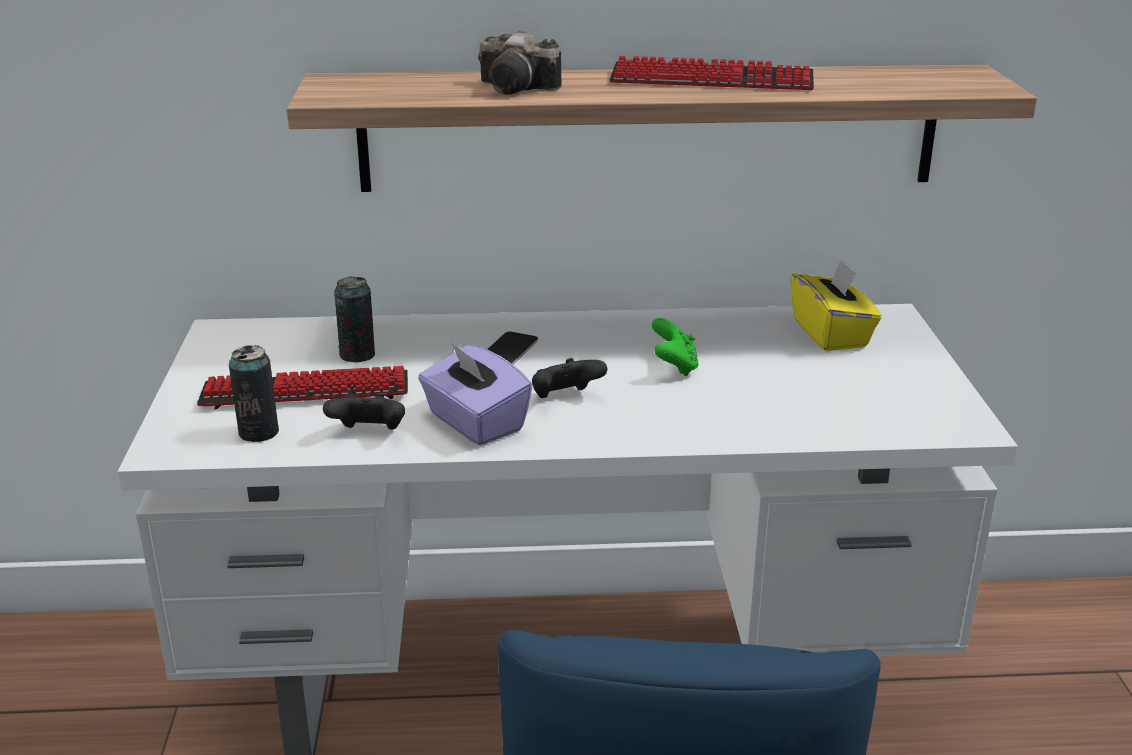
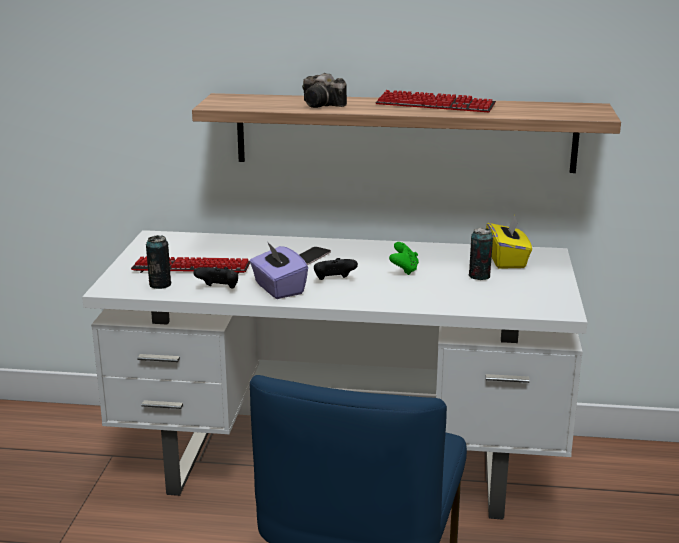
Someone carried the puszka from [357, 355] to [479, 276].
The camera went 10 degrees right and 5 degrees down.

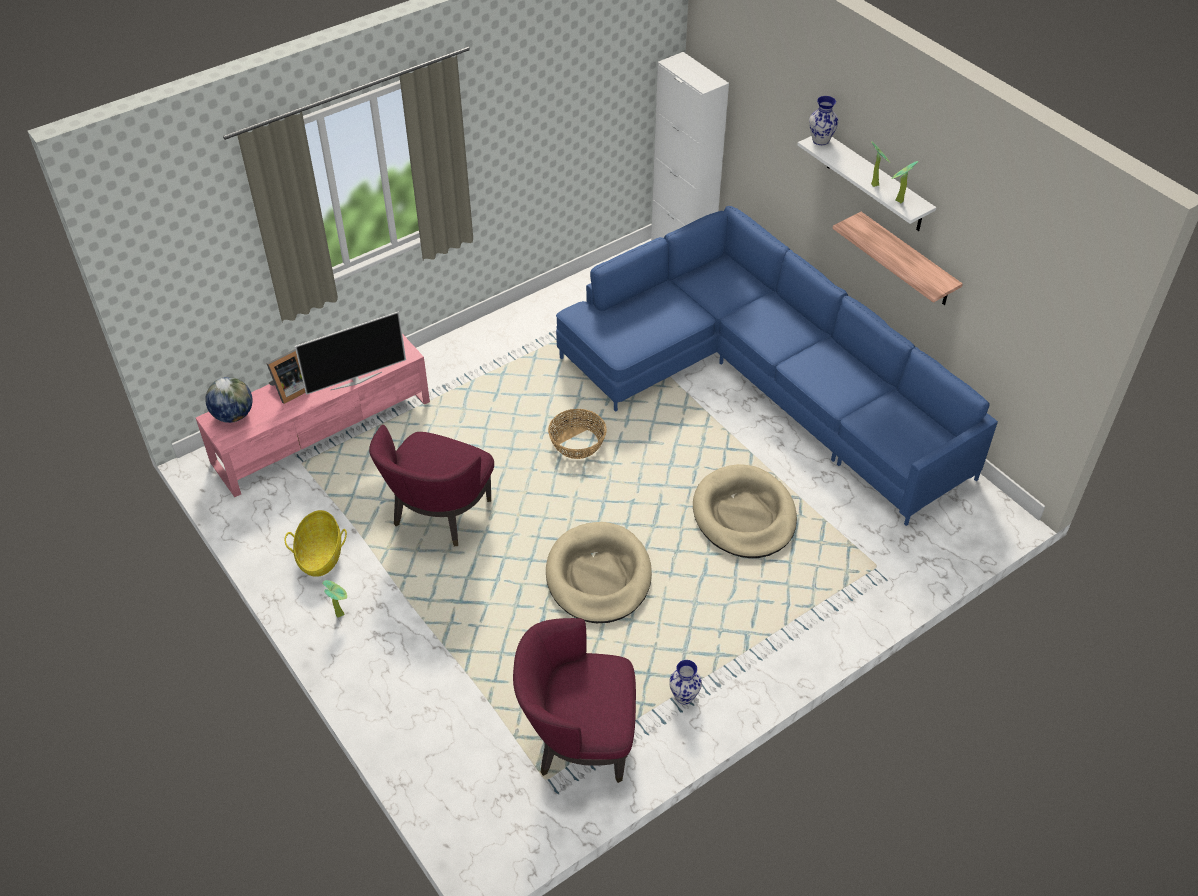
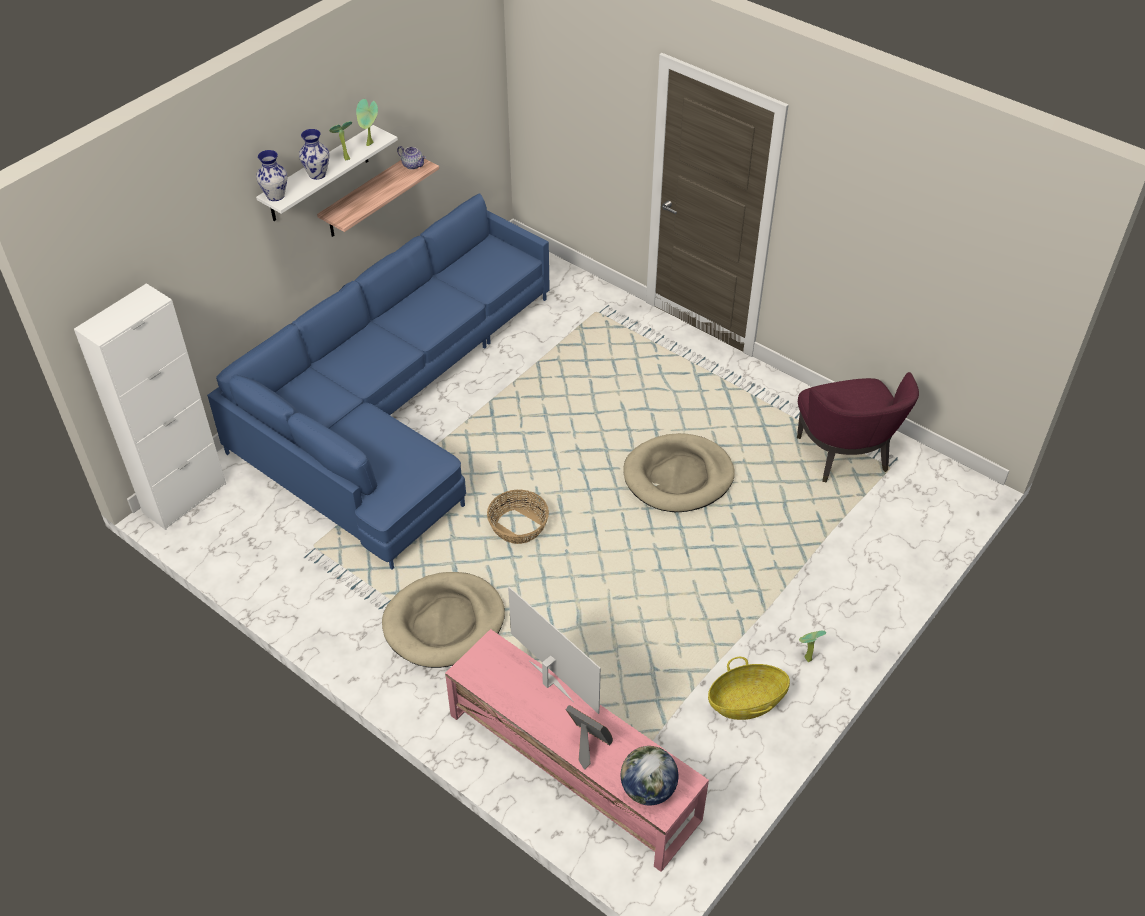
Someone took away the fotel/fioletowy at [439, 514].
Someone put down the imbryk at [413, 165].
Someone carried the wazon from [684, 696] to [317, 174].
Someone carried the legowisko/beżowy from [744, 515] to [444, 623].
The camera went 105 degrees left and 0 degrees up.

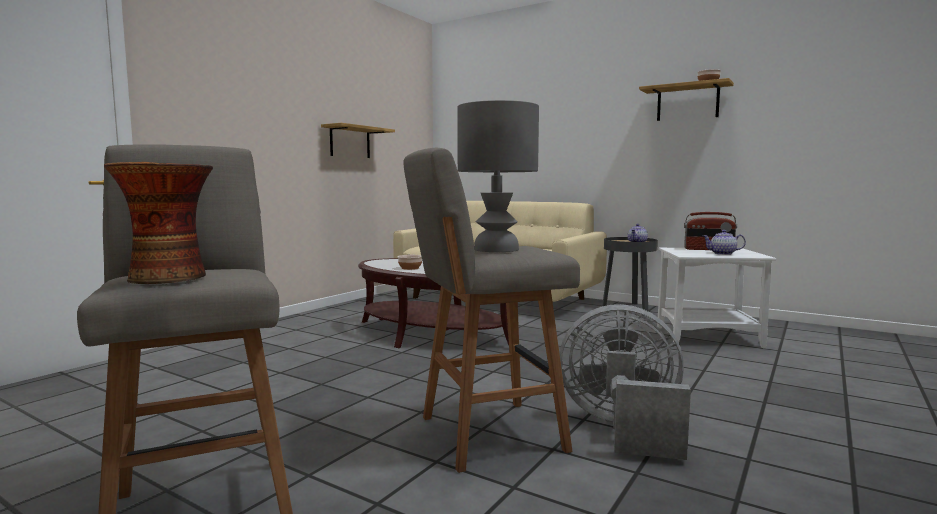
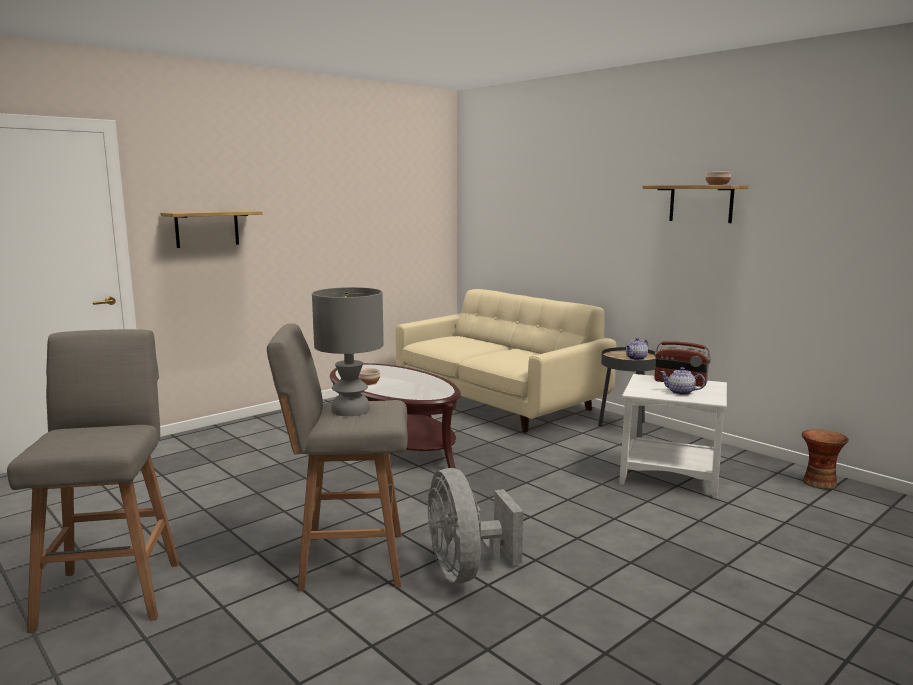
Someone carried the wazon from [168, 278] to [818, 482].
Someone carried the półka from [350, 142] to [207, 228].
Someone rotated the wentylator/szary at [622, 428] by 135 degrees counterclockwise.
The camera went 15 degrees right and 5 degrees up.

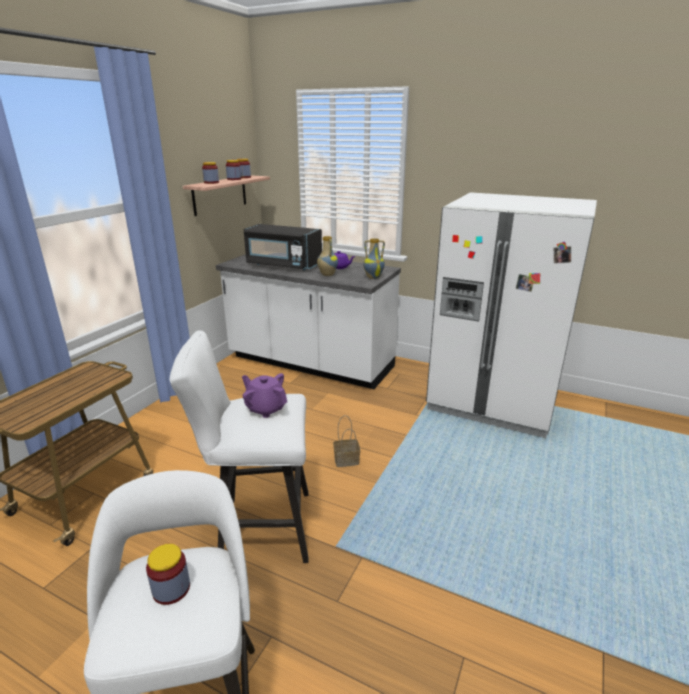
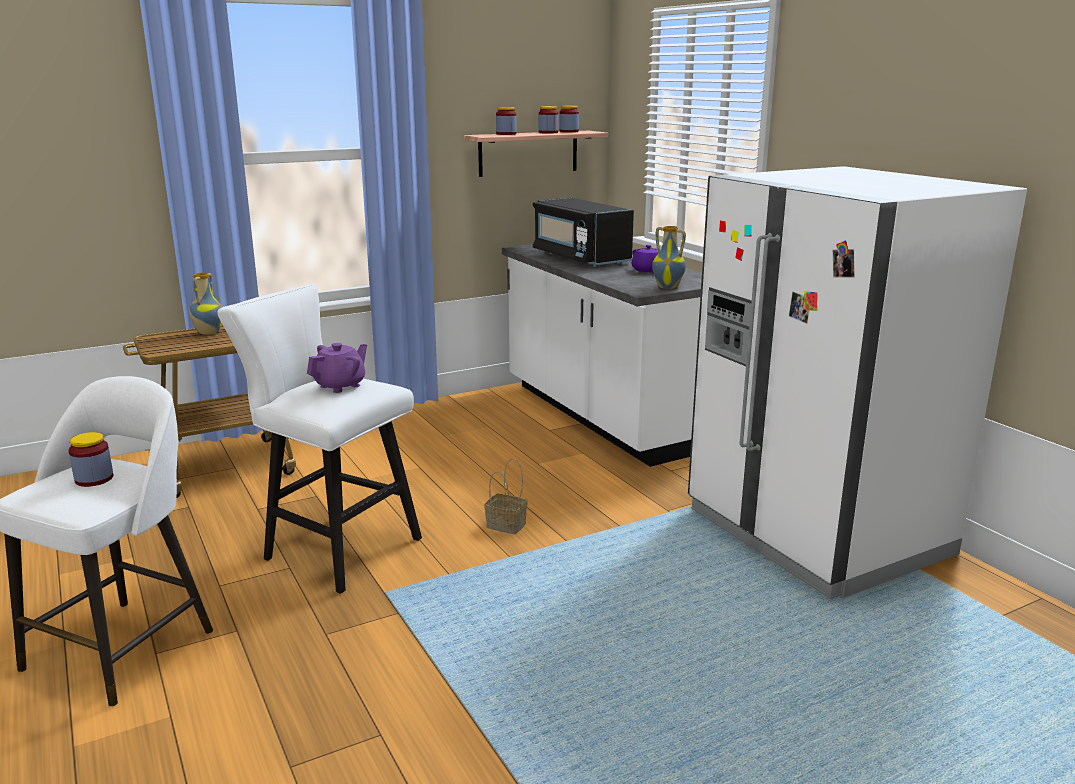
Someone carried the wazon from [327, 275] to [208, 333].
Someone rotated the imbryk/fioletowy at [265, 408] by 60 degrees clockwise.
The camera went 35 degrees right and 5 degrees down.

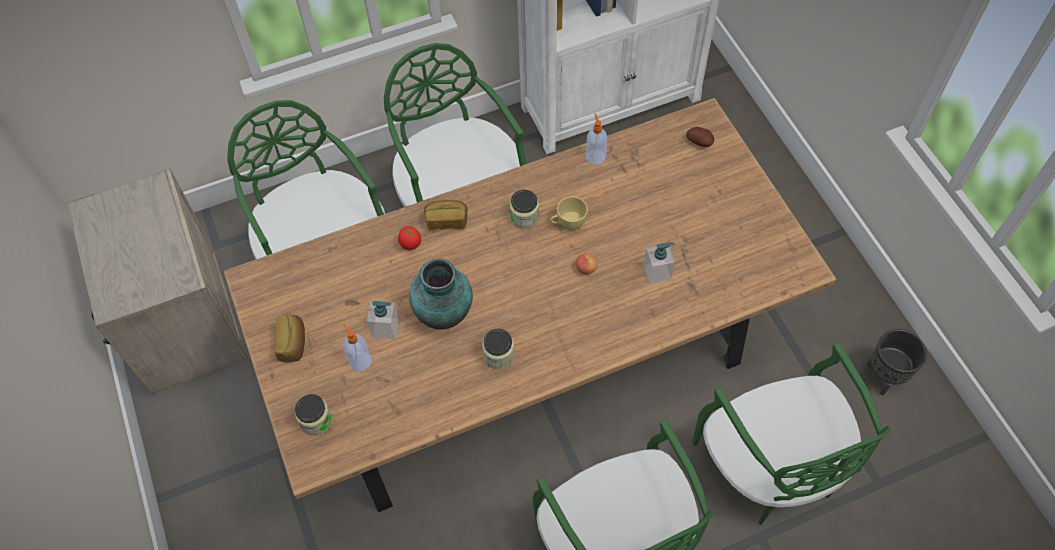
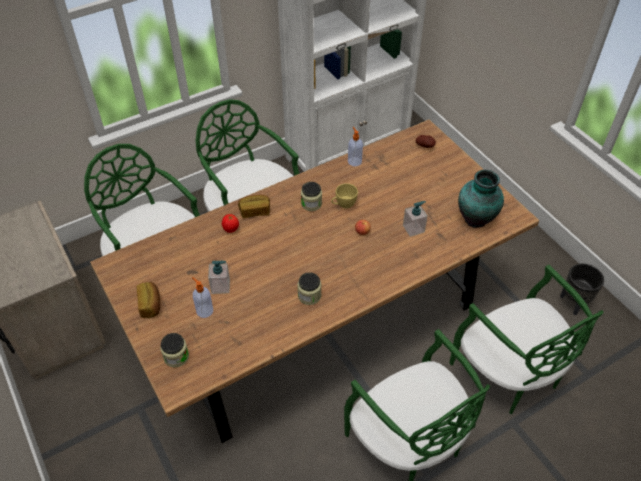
Someone carried the wazon from [445, 314] to [476, 218].
The camera went 10 degrees left and 10 degrees down.

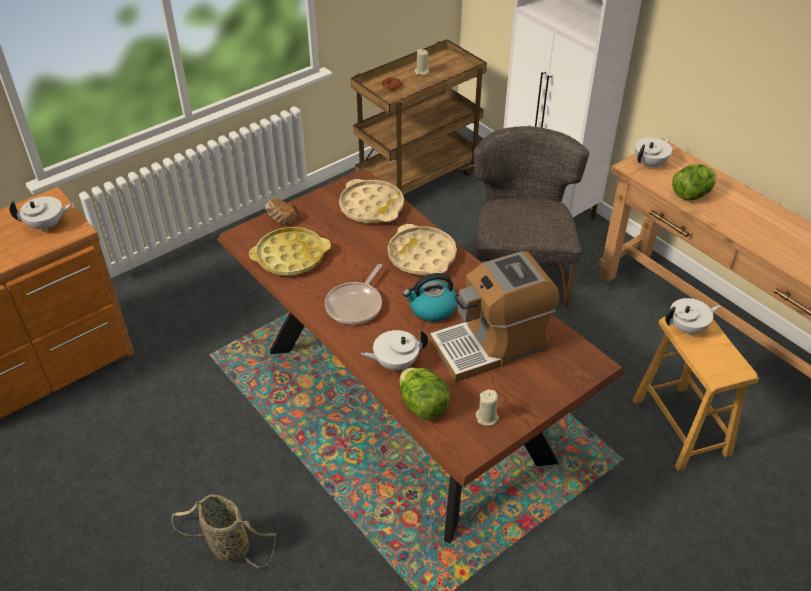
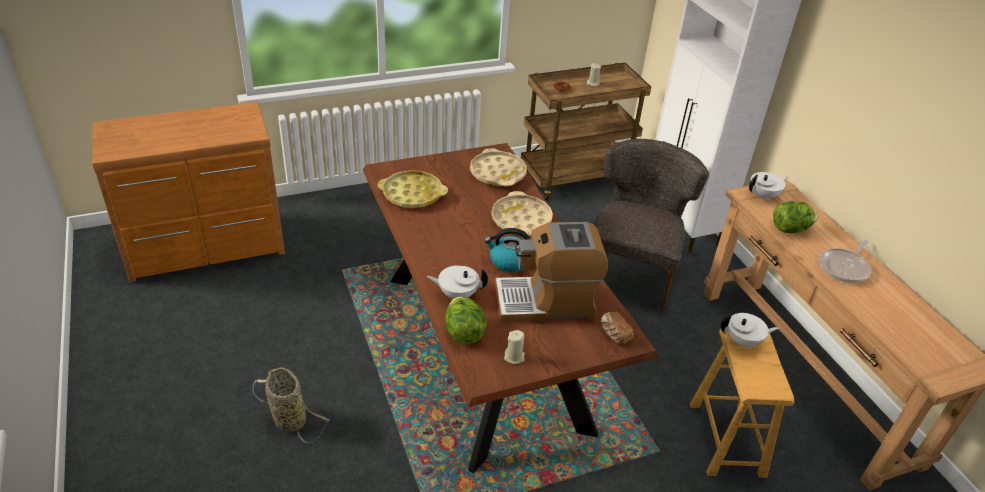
Someone took away the imbryk/biały at [47, 225].
Someone carried the chleb from [280, 218] to [614, 334].
Someone carried the patelnia from [356, 305] to [844, 267].
The camera went 15 degrees right and 5 degrees down.

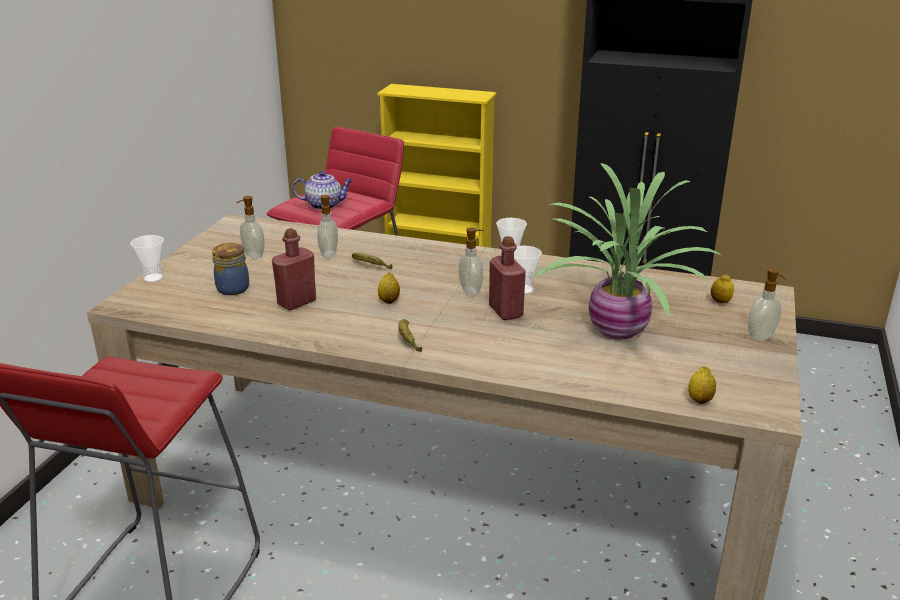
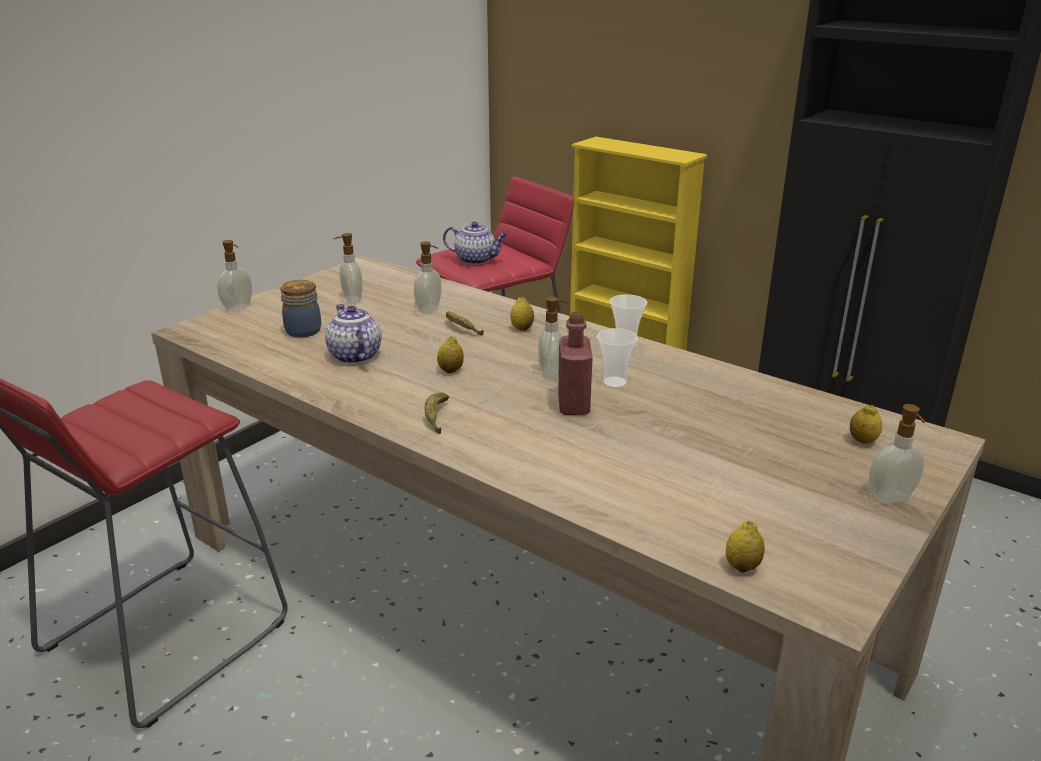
Someone took away the roślina doniczkowa at [617, 332].
Someone put down the cytryna at [522, 328].
Someone swapped the filiżanka at [153, 278] for the dozownik mydła at [239, 308].
Someone swapped the butelka/czerwony at [297, 302] for the imbryk at [354, 355].
The camera went 20 degrees right and 0 degrees up.

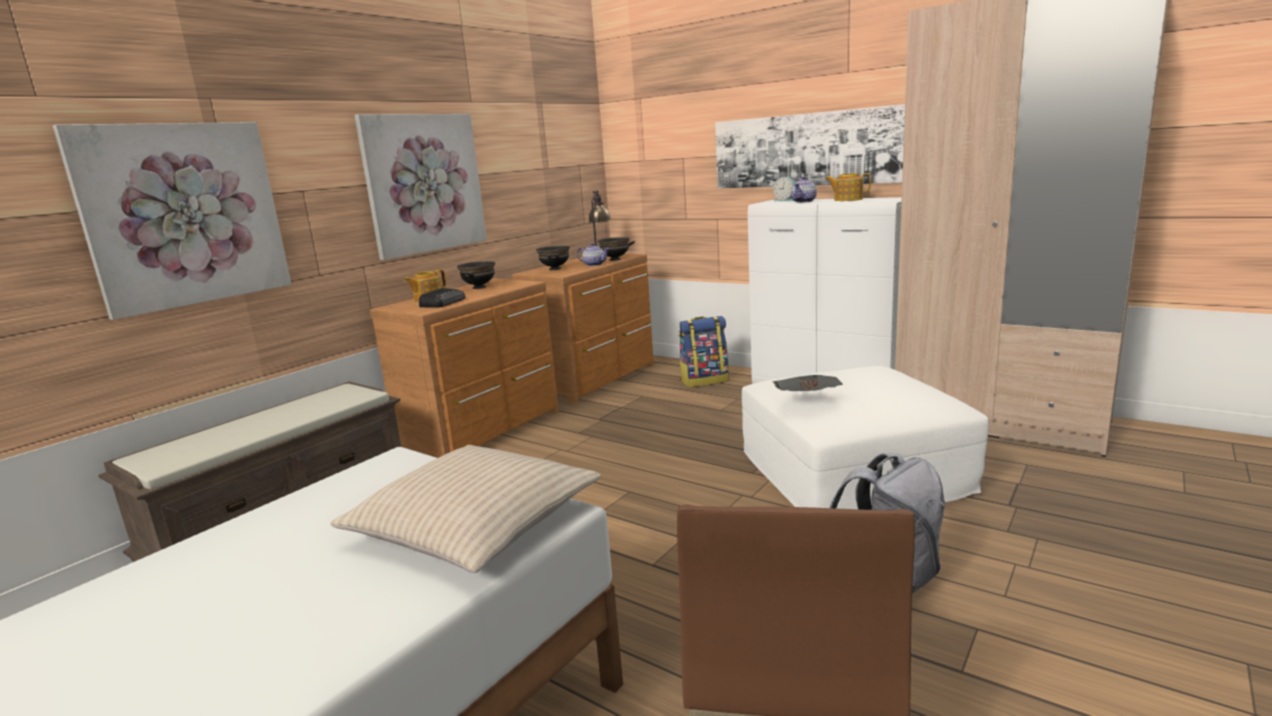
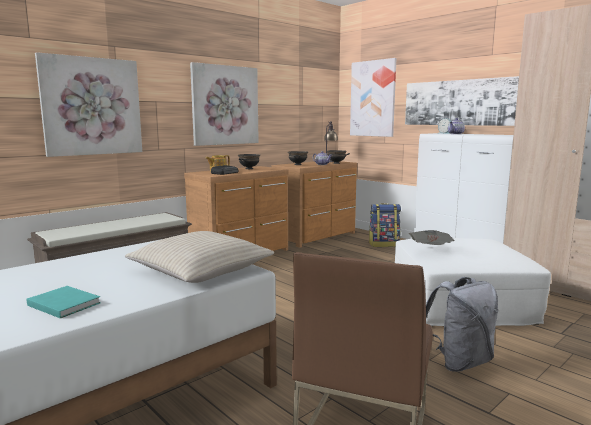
Someone took away the imbryk at [847, 199].
Someone put down the książka/turkusowy at [64, 303].
Someone put up the obraz at [373, 98].
The camera went 10 degrees right and 5 degrees down.

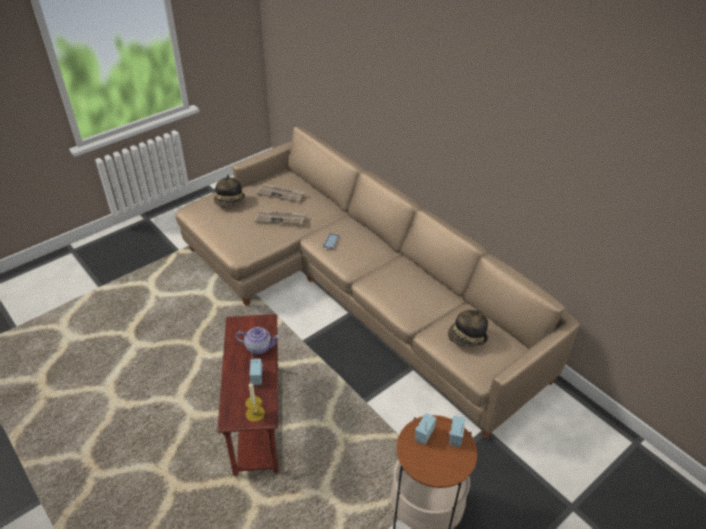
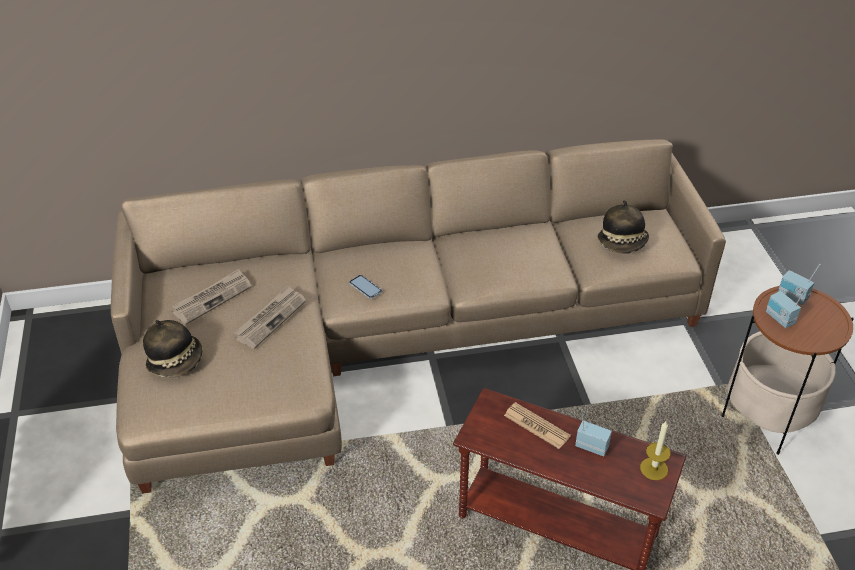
Someone swapped the imbryk at [259, 347] for the gazeta at [536, 426].
The camera went 60 degrees left and 0 degrees up.

